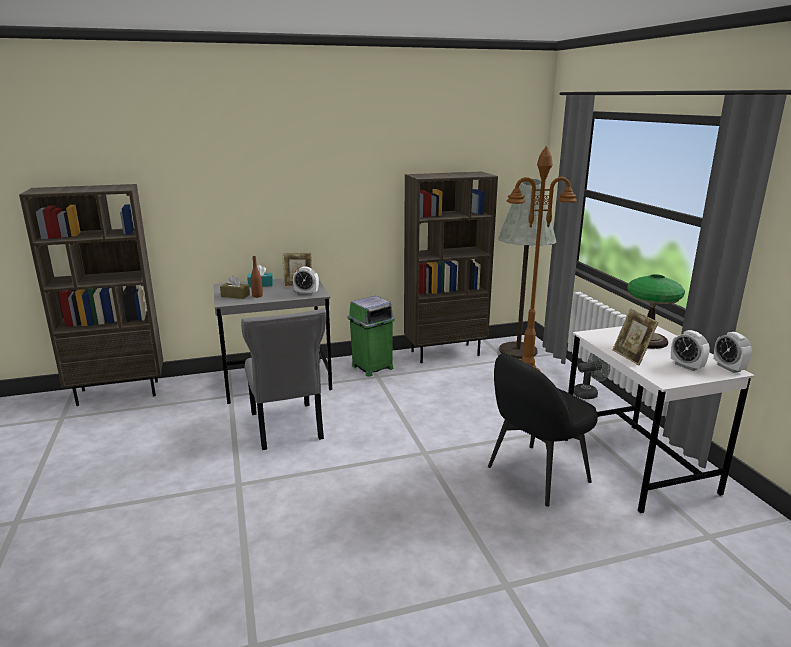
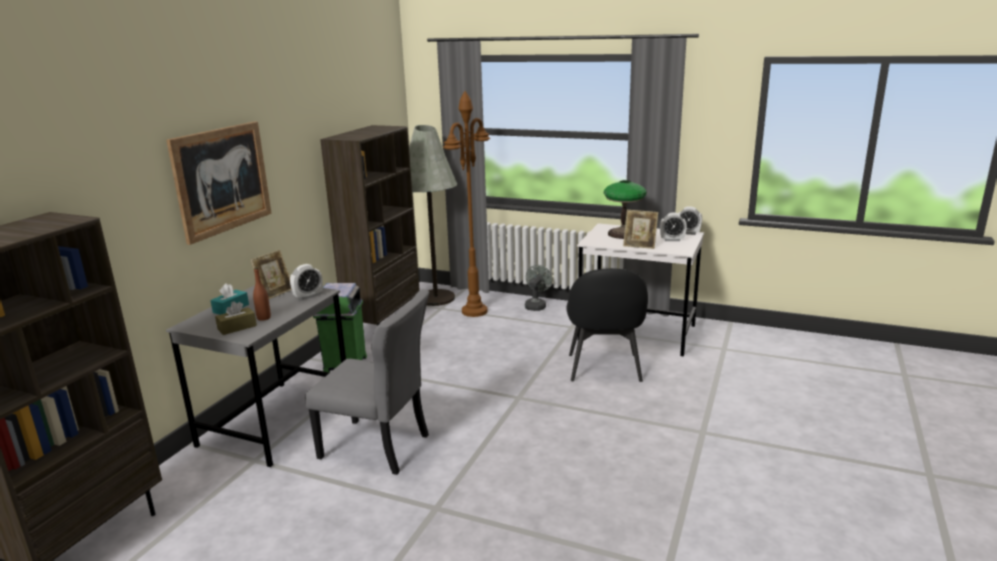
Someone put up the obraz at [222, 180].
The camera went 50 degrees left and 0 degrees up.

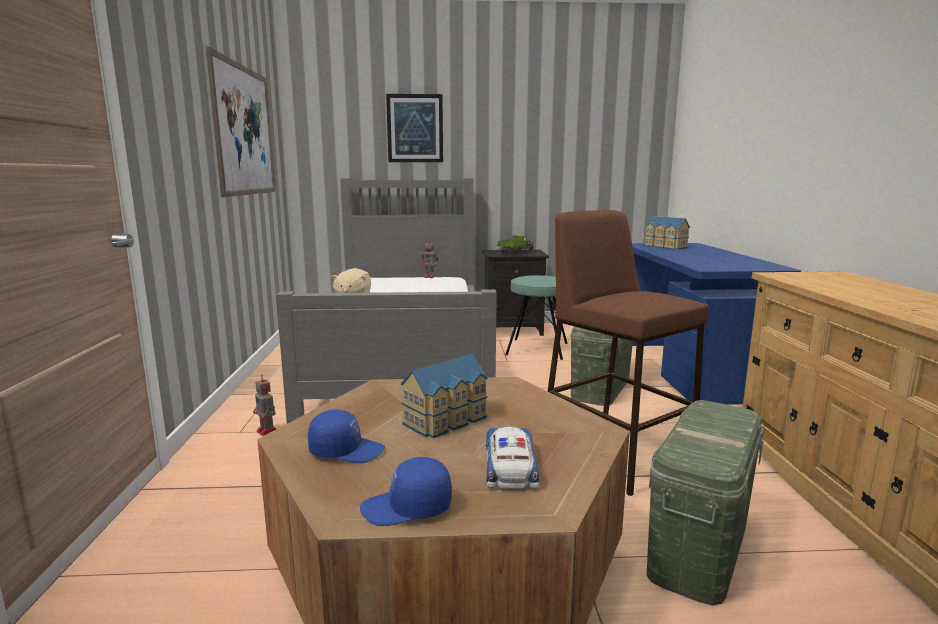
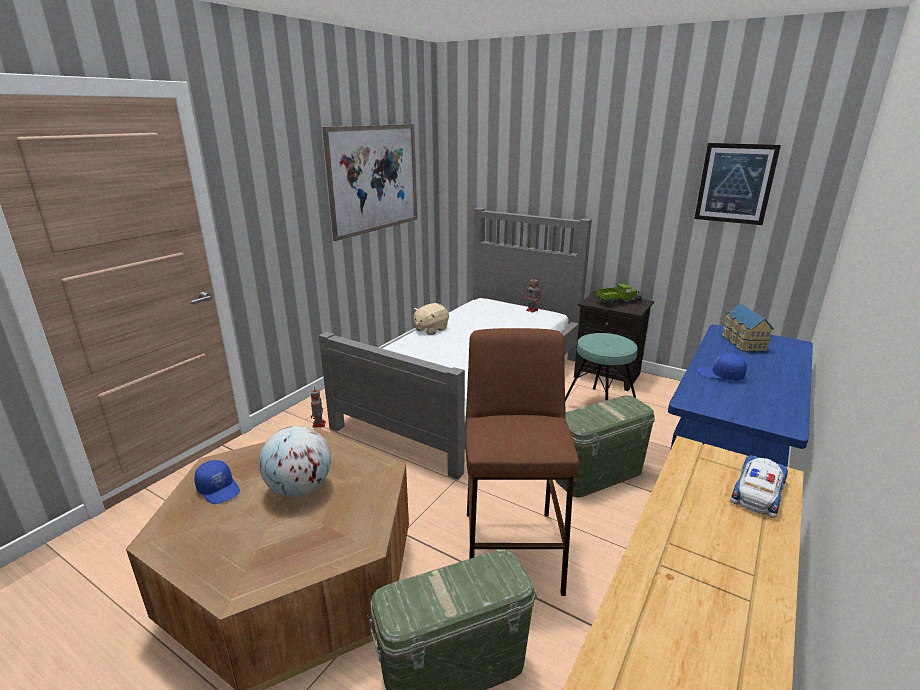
Someone carried the czapka z daszkiem/niebieski from [407, 508] to [720, 375].
Someone carried the obraz from [415, 128] to [735, 183].
Someone carried the samochodzik from [510, 466] to [758, 491].
Someone swapped the domek at [448, 420] for the globus at [299, 489].
The camera went 35 degrees right and 10 degrees up.

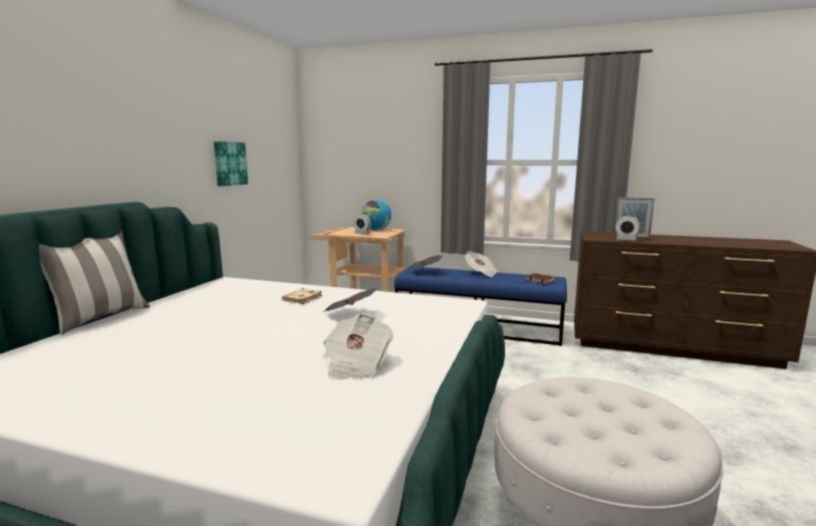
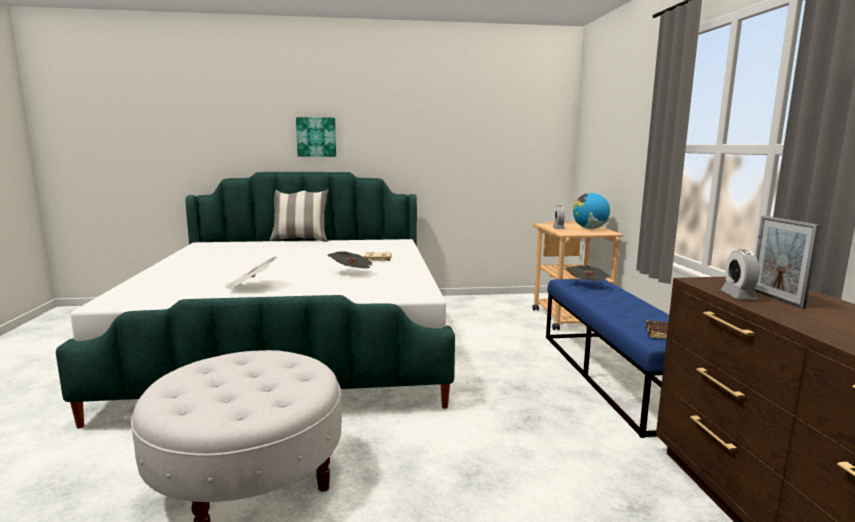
Someone took away the gazeta at [481, 273].
Someone carried the obraz from [229, 163] to [316, 137].
The camera went 65 degrees right and 0 degrees up.

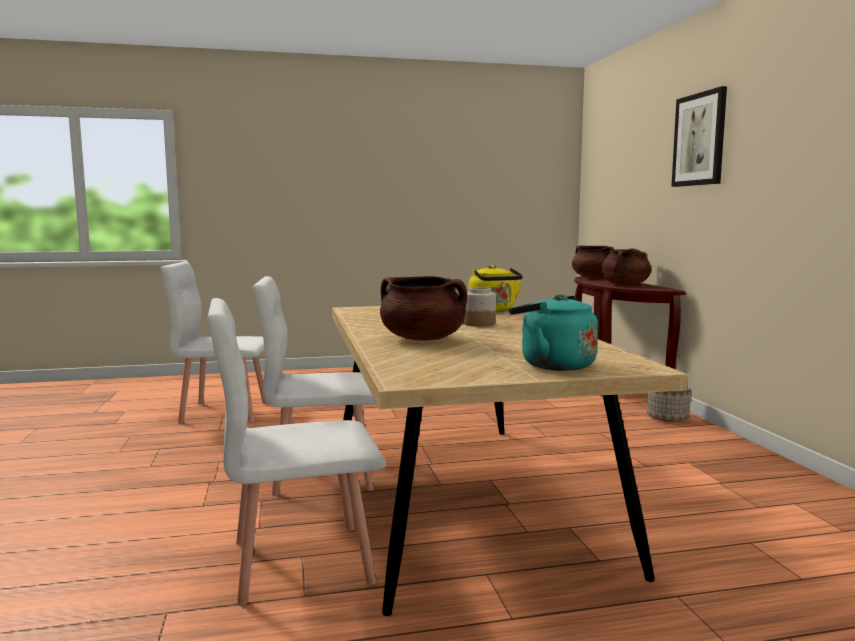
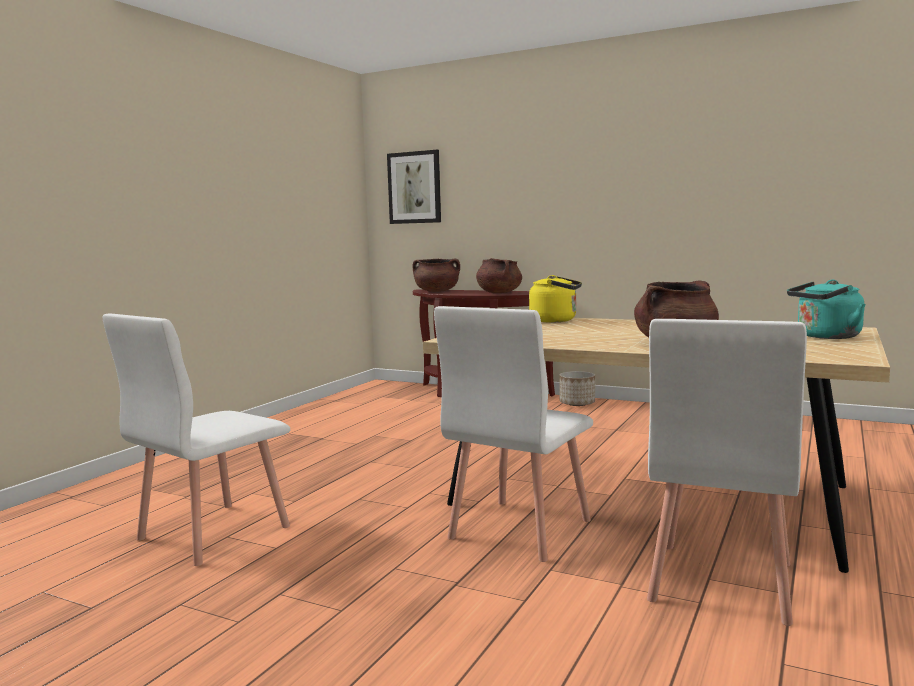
Someone took away the słoik at [478, 324].
Someone carried the obraz from [699, 139] to [414, 187].
The camera went 50 degrees left and 0 degrees up.

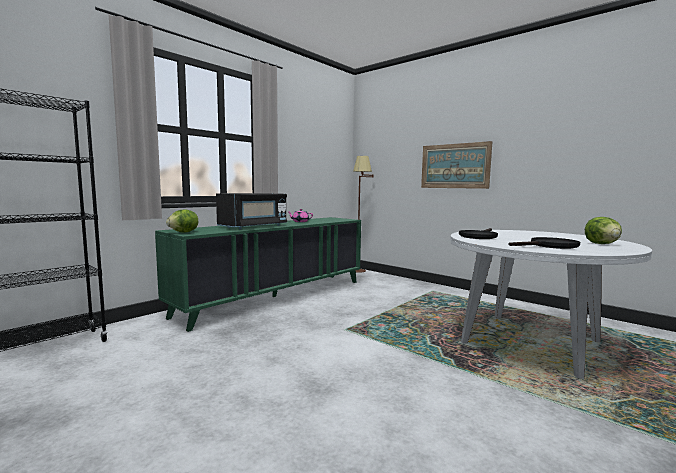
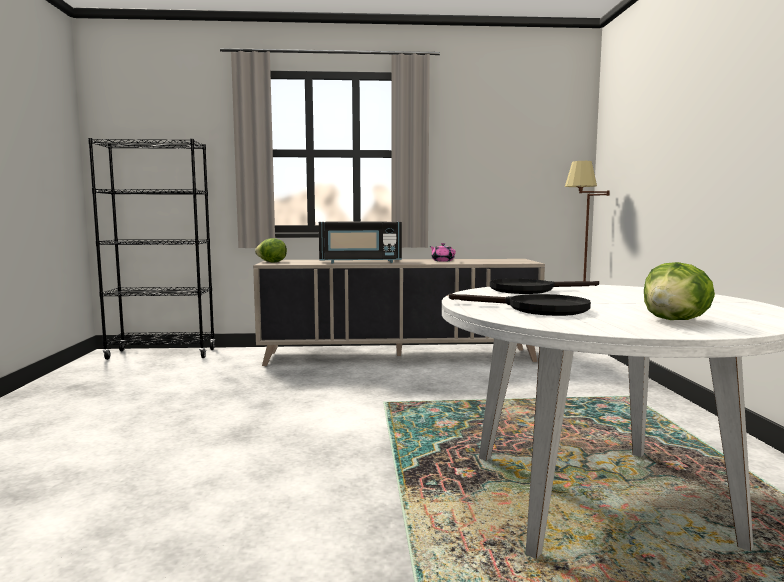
Someone took away the obraz at [454, 166].
Someone repainted the szafka/zielony at [276, 297], which became the szafka/beżowy at [398, 357].
The camera went 45 degrees right and 0 degrees up.

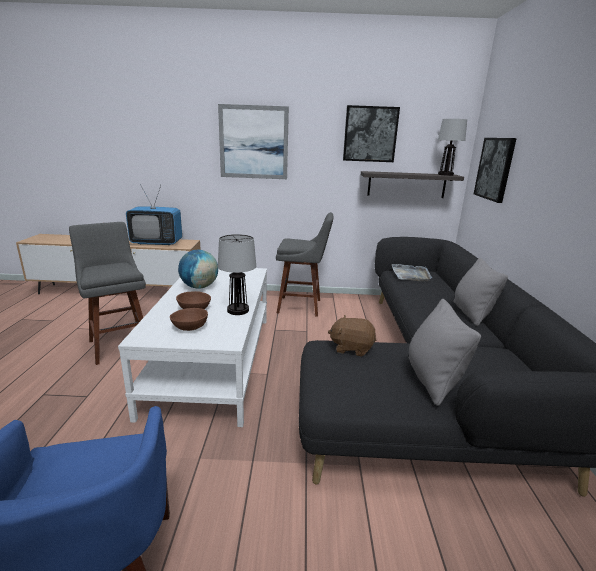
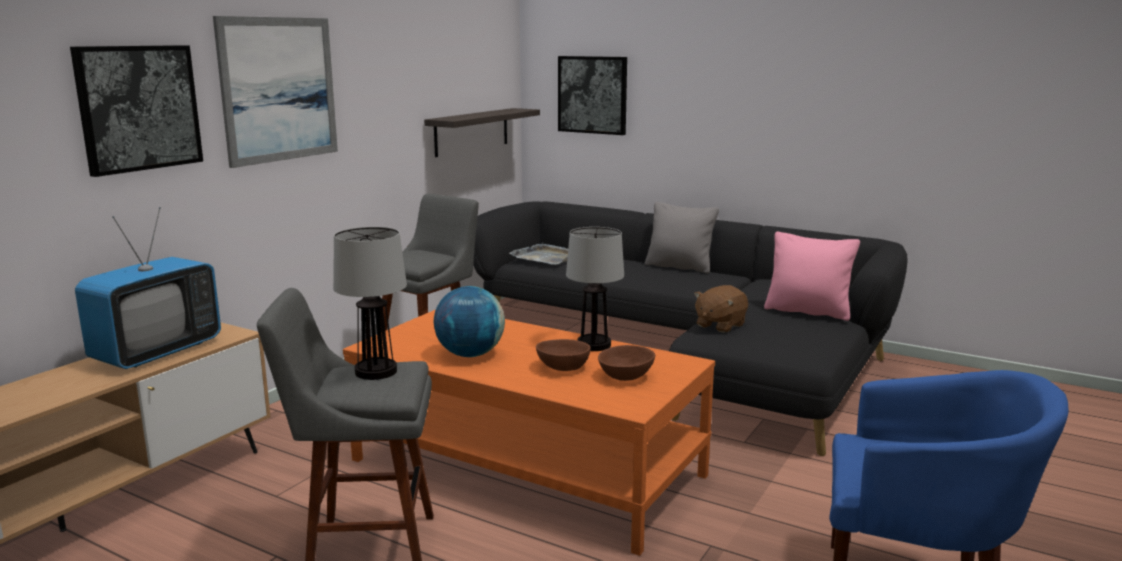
Someone carried the obraz from [370, 134] to [138, 108].
Someone carried the lampa stołowa from [445, 174] to [375, 372].
Someone repainted the ława/biały at [213, 361], which became the ława/pomarańczowy at [527, 468].
Someone repainted the poduszka/szary at [432, 380], which became the poduszka/różowy at [808, 312].
The camera went 60 degrees left and 5 degrees down.

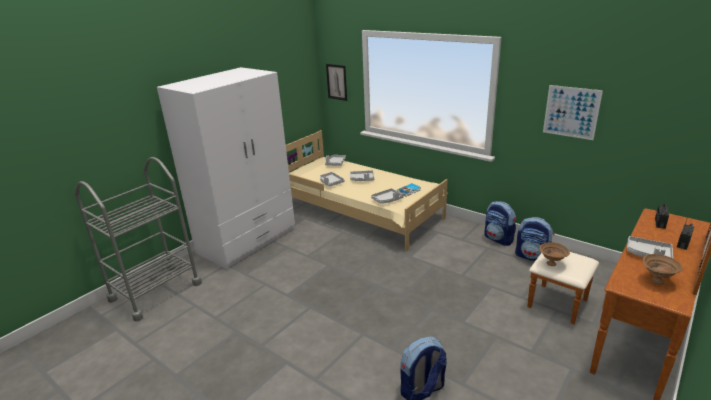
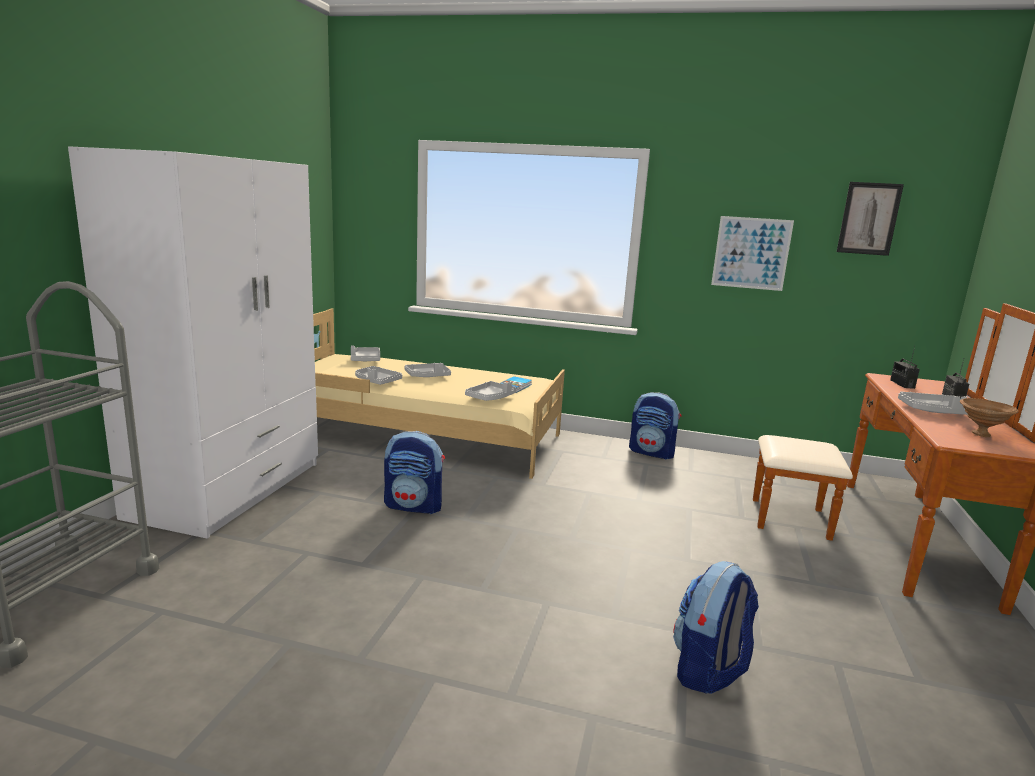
Someone took away the miska/brązowy at [552, 264].
Someone carried the obraz from [336, 82] to [869, 218].
Someone carried the plecak from [532, 257] to [414, 506].
The camera went 25 degrees left and 10 degrees down.

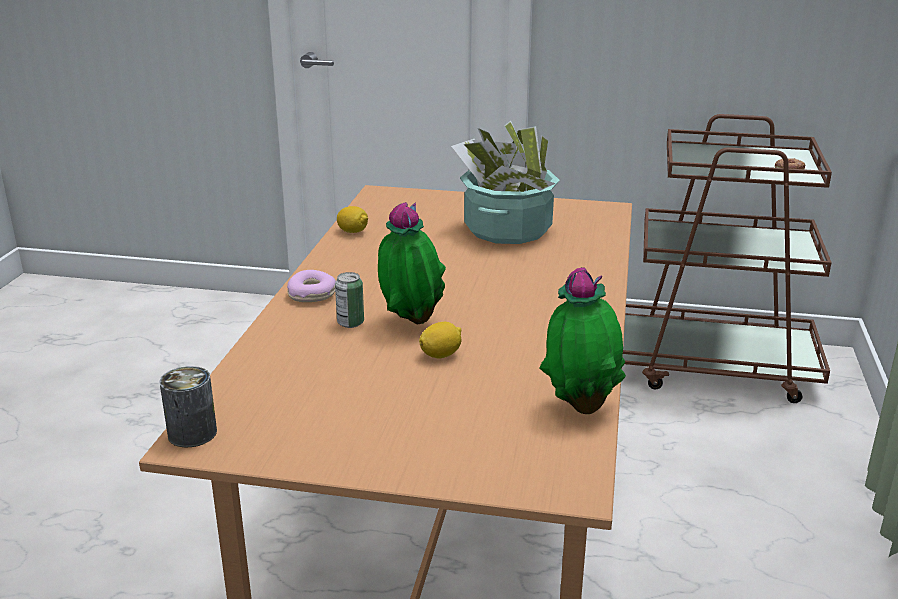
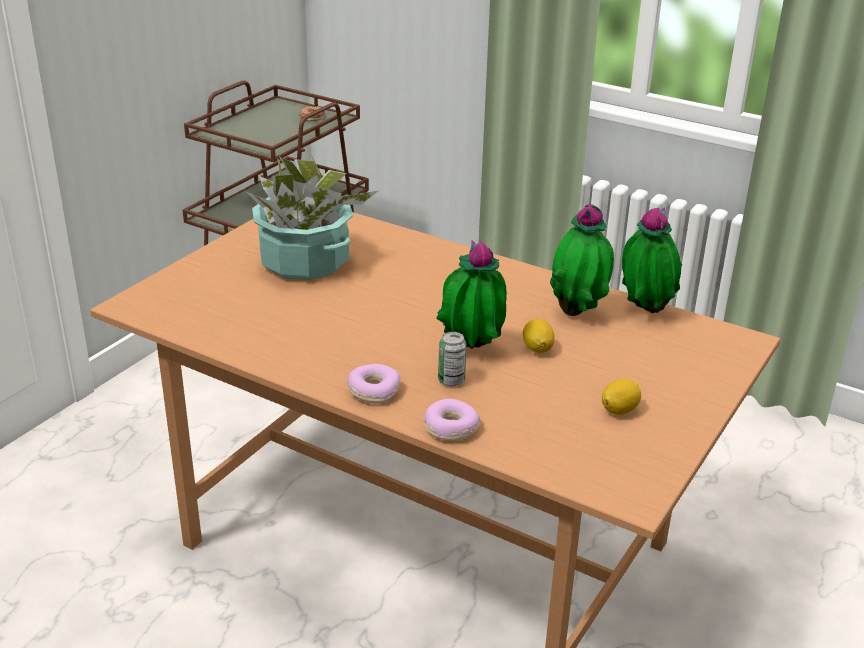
Someone took away the puszka at [192, 433].
Someone put down the donut at [450, 428].
Someone put down the roślina doniczkowa at [578, 313].
Someone carried the cytryna from [353, 231] to [619, 410].
The camera went 70 degrees left and 5 degrees up.

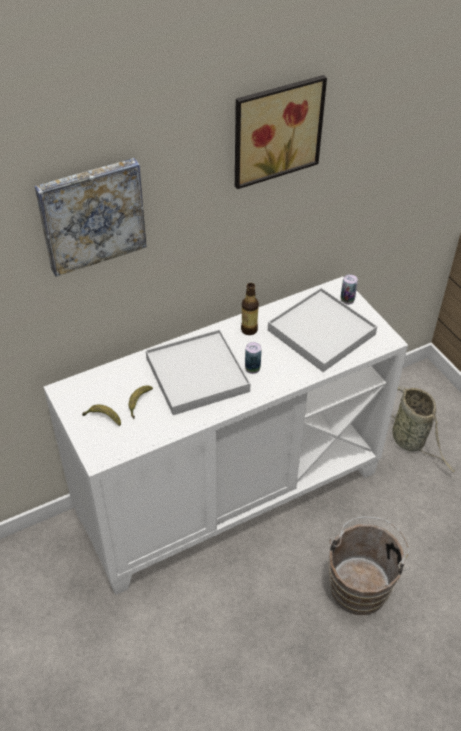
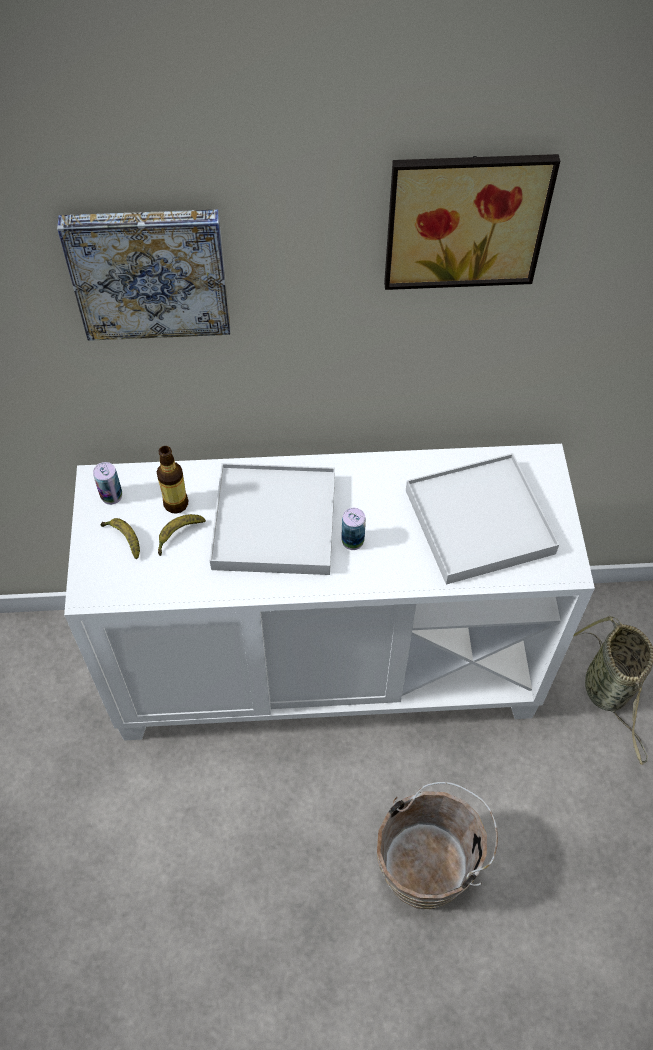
Someone carried the butelka from [249, 330] to [176, 504].
Someone carried the puszka from [347, 300] to [111, 496].
The camera went 25 degrees right and 10 degrees up.

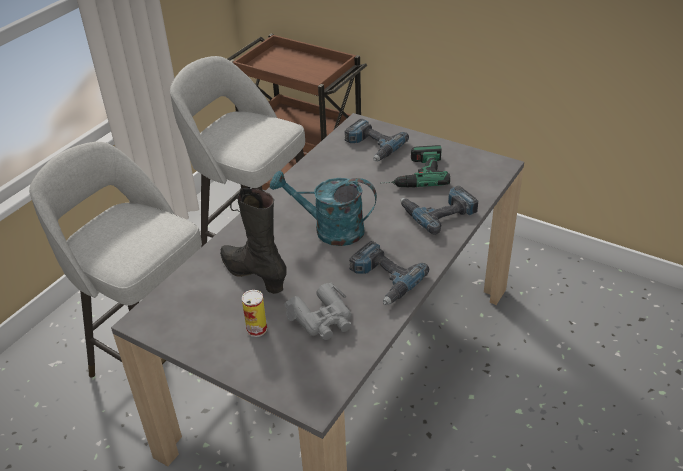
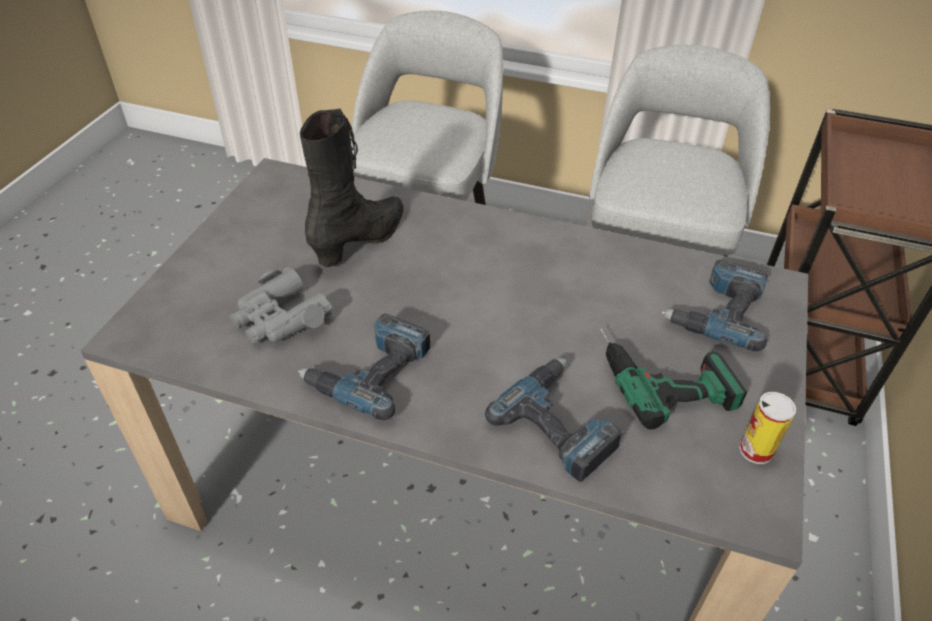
Someone took away the konewka/turkusowy at [330, 230].
Someone carried the puszka from [257, 329] to [756, 450].
The camera went 75 degrees right and 5 degrees up.

